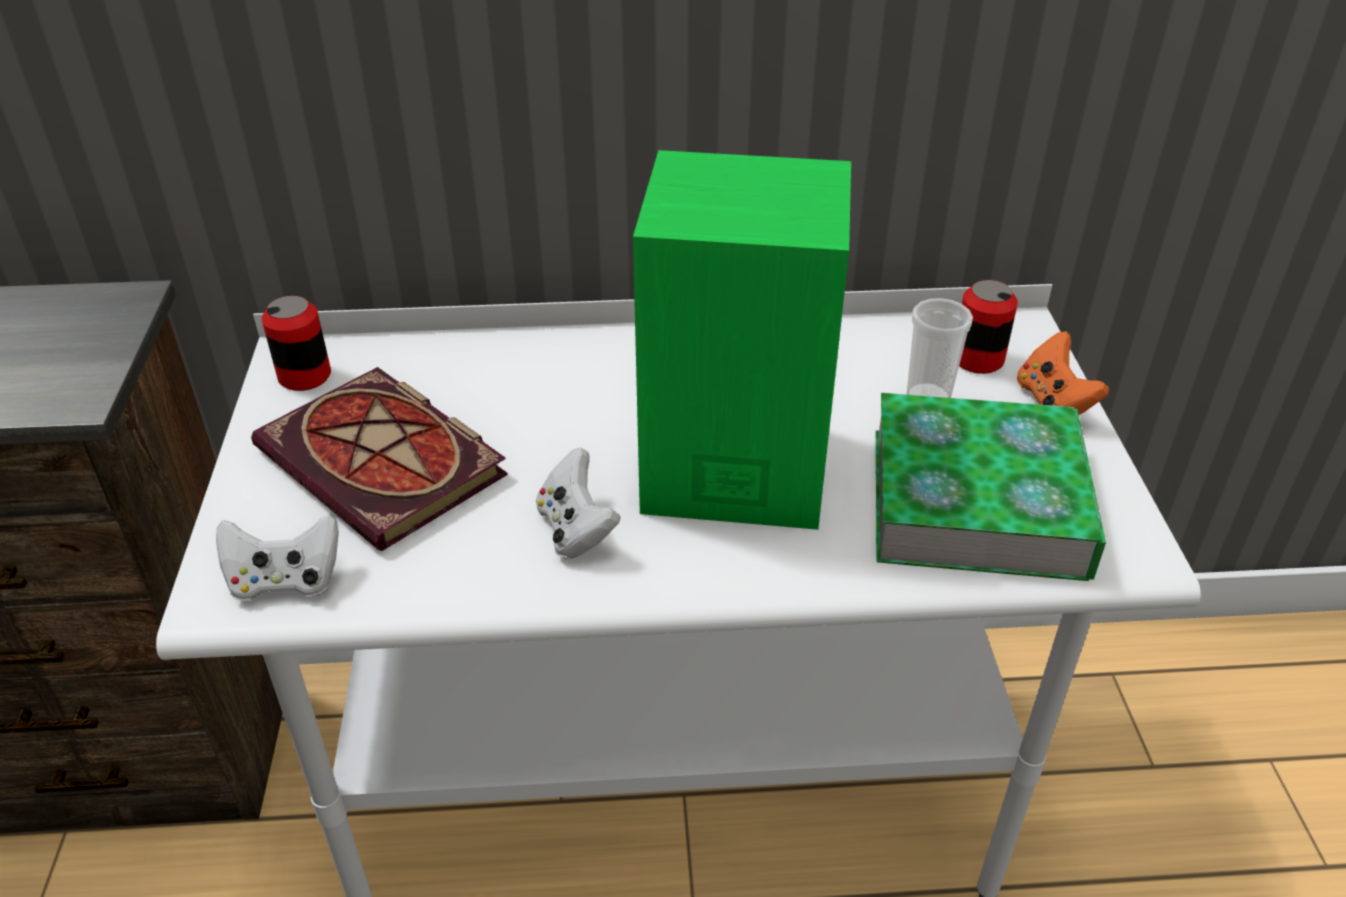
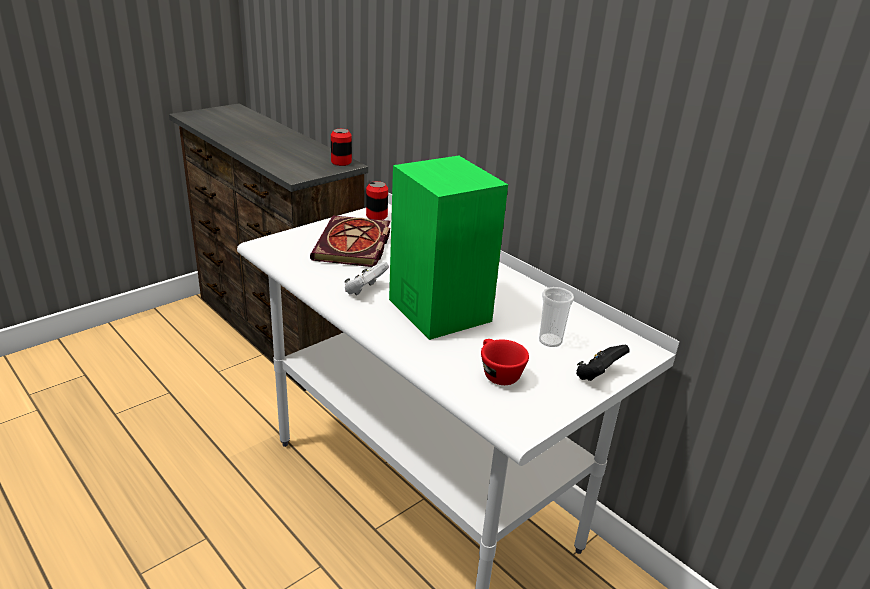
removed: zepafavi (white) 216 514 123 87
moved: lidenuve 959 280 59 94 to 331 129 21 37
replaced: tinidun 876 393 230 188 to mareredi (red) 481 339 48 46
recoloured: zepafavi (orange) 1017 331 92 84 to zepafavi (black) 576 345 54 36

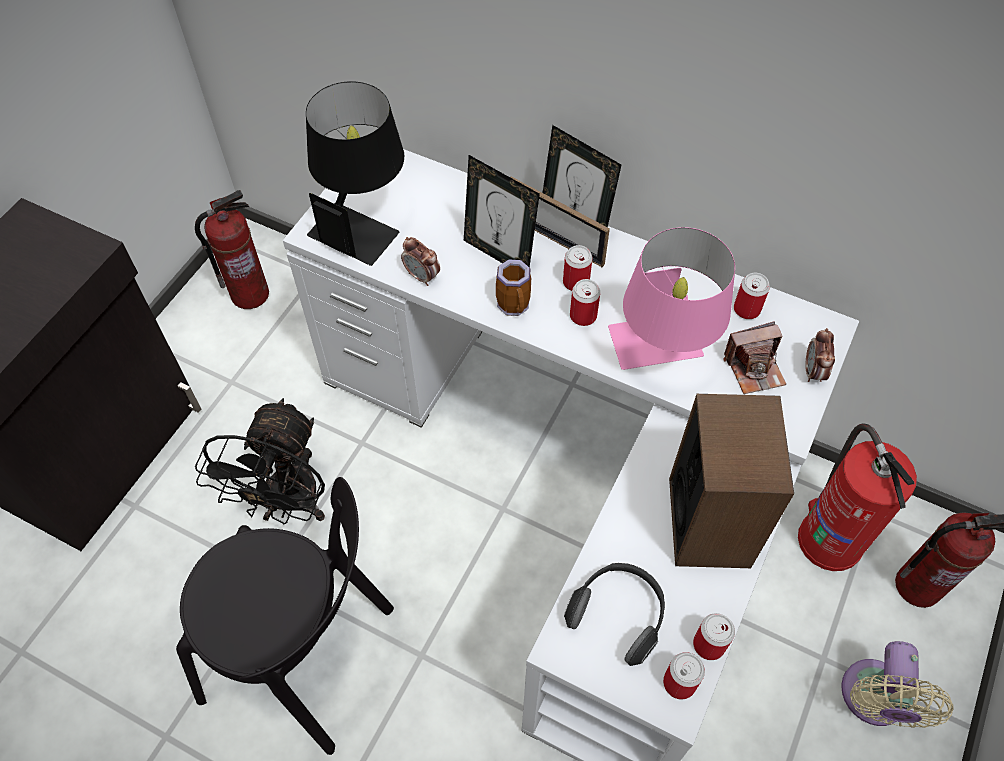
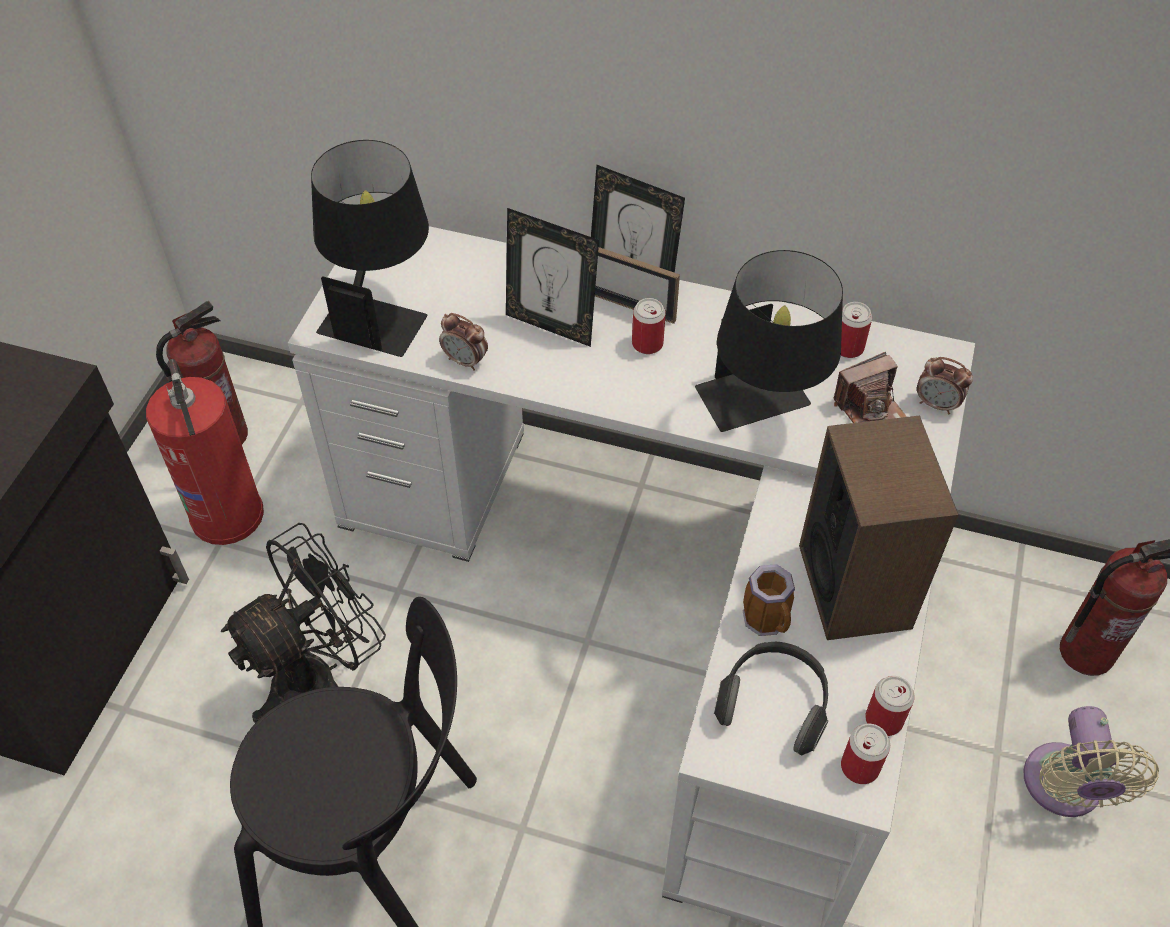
removed: lidenuve 570 279 30 47
moved: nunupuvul 496 259 35 57 to 743 564 52 72; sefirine 798 424 119 147 to 146 359 118 186
recoloured: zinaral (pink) 608 227 127 143 to zinaral (black) 695 250 148 182
turned: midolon 805 328 30 54 = 917 357 56 57 60 degrees counterclockwise; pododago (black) 195 398 130 127 = 221 523 165 200 135 degrees counterclockwise

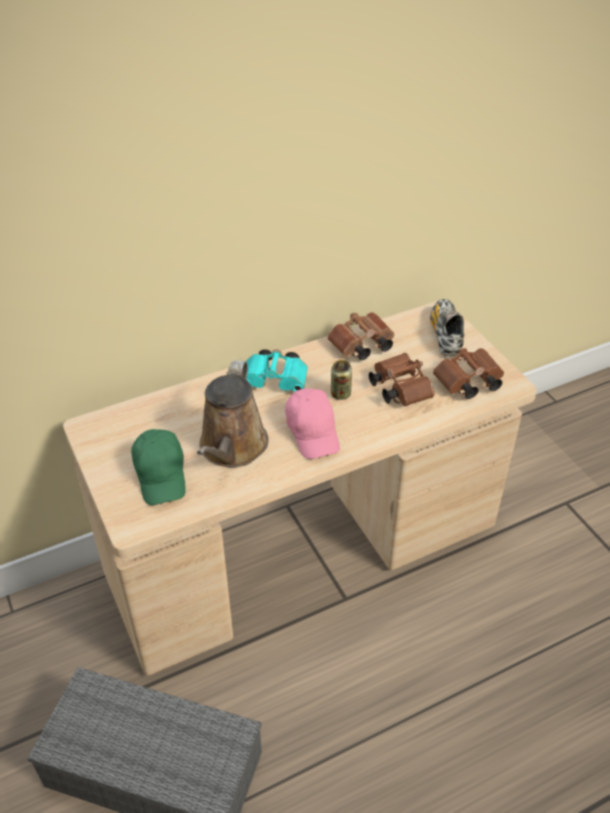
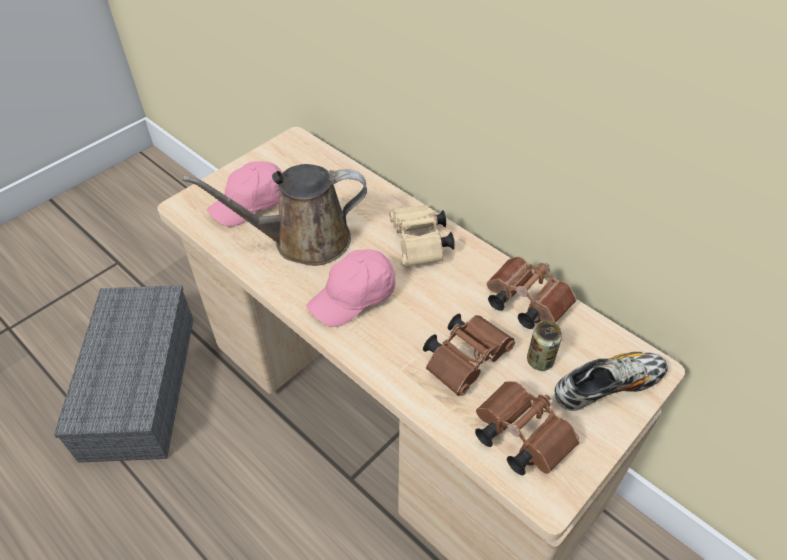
moved: lidenuve 331 360 21 40 to 527 321 35 50
recoloured: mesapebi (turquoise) 247 349 61 43 to mesapebi (beige) 389 204 66 63; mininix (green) 131 429 55 76 to mininix (pink) 207 161 76 66

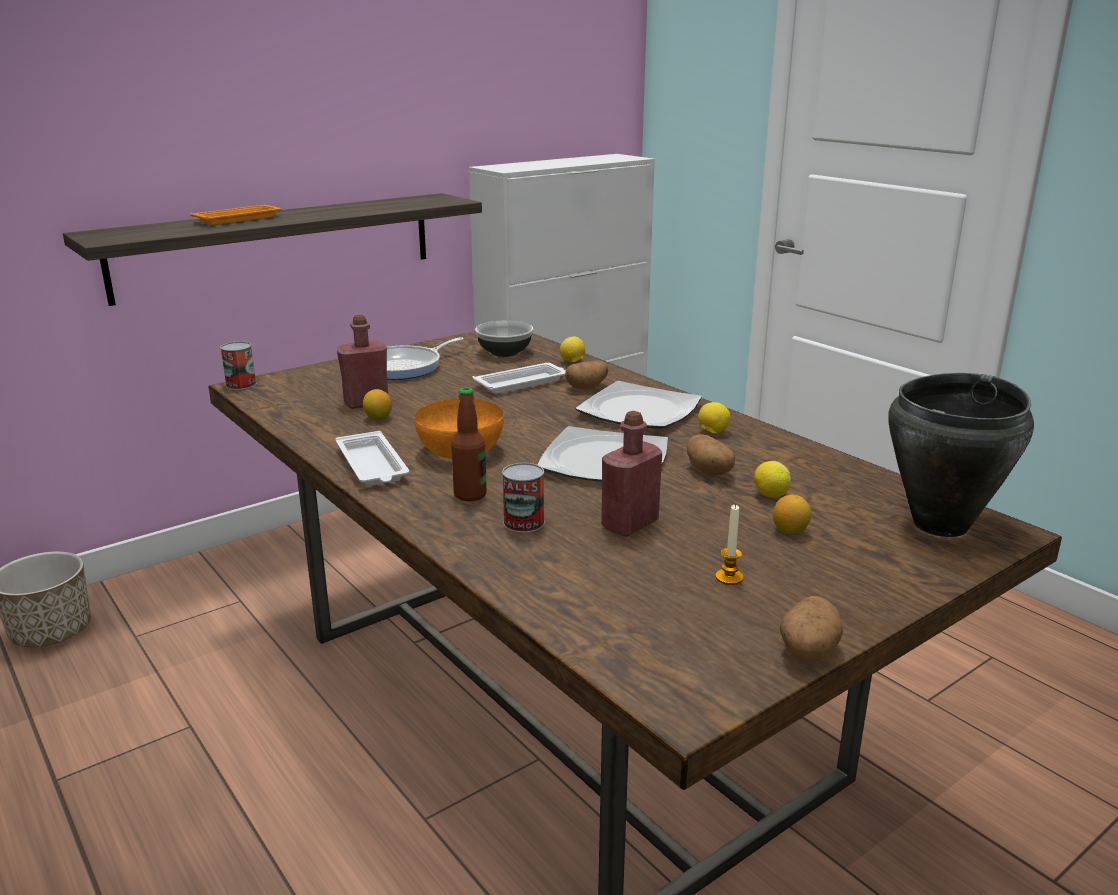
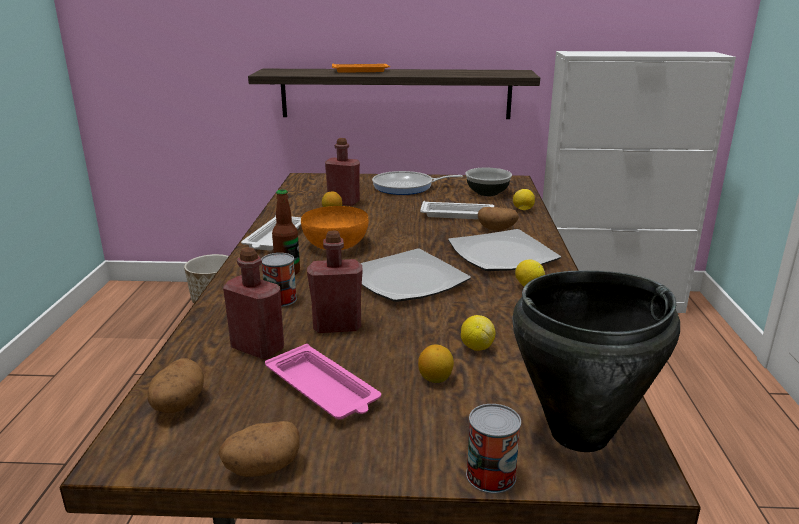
added: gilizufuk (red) 223 247 61 113
moved: lidenuve 220 341 37 49 to 466 404 55 90; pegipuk 687 434 48 41 to 147 358 57 55
replaced: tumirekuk 715 504 29 81 to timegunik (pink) 265 344 116 75

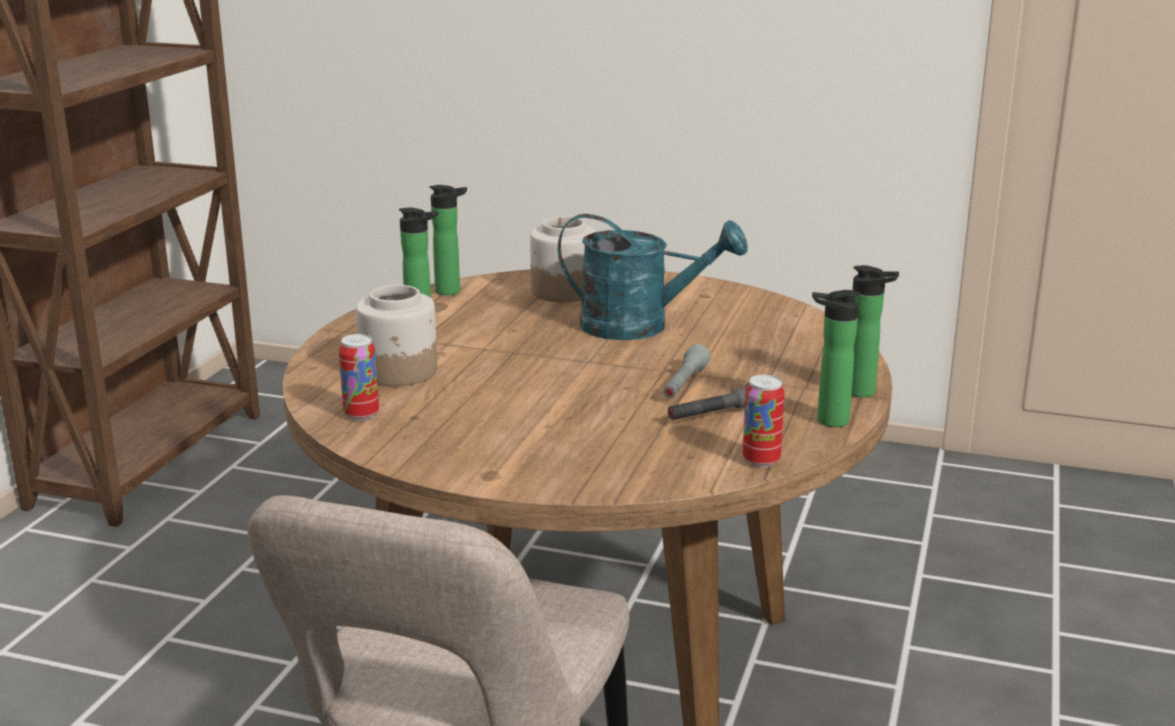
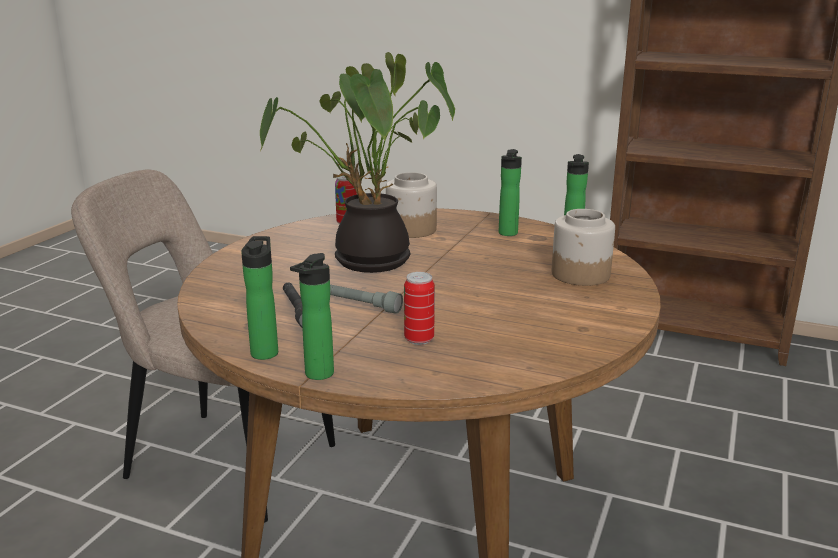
removed: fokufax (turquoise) 558 214 190 126
added: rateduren 260 52 195 221
moved: lidenuve 742 375 43 92 to 404 272 31 73

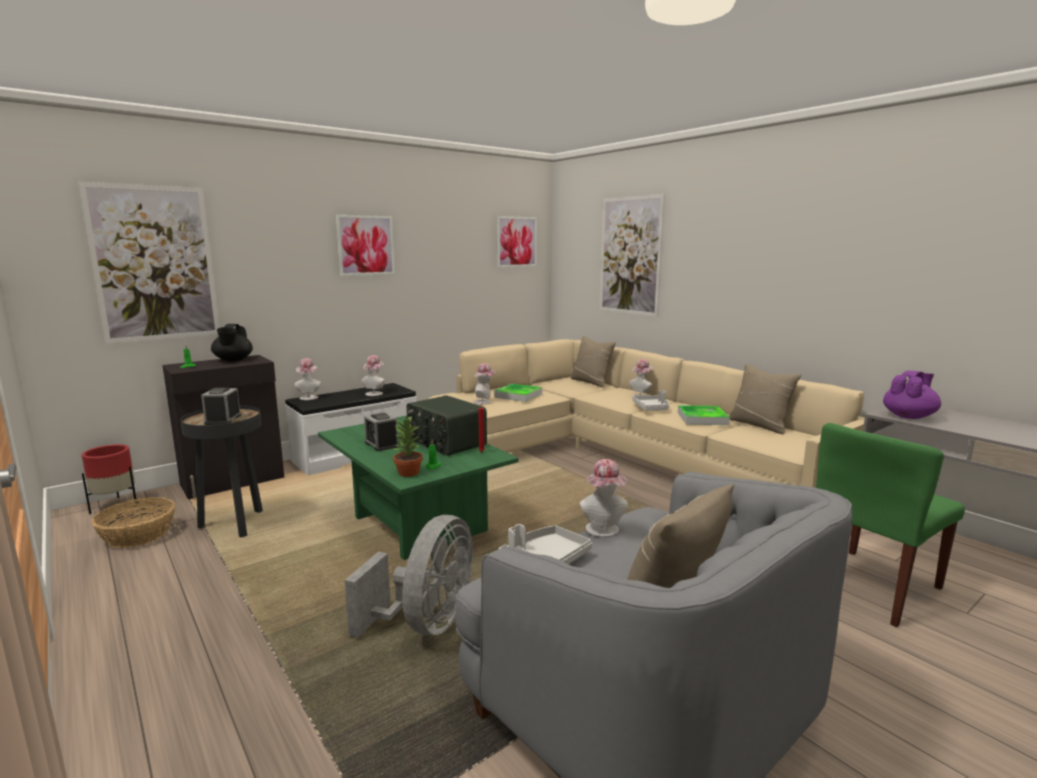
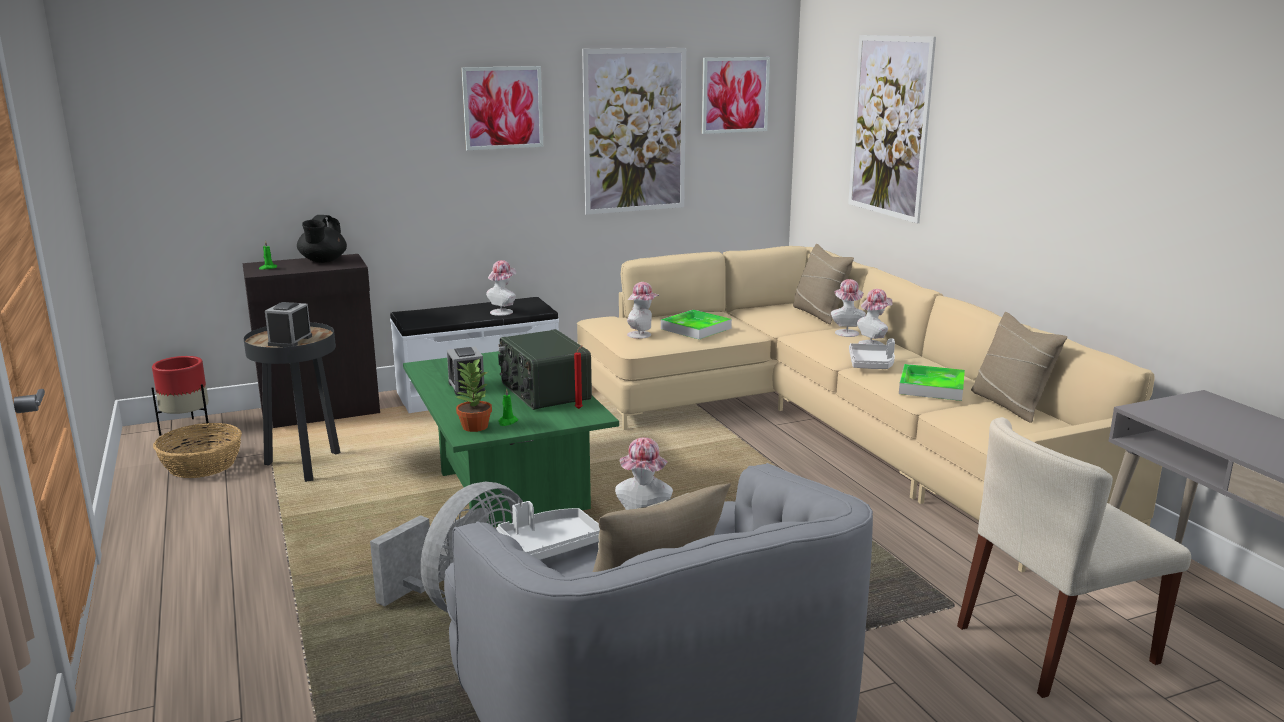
removed: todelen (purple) 883 371 58 48
moved: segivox 78 182 142 162 to 582 48 104 167; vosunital 294 358 27 42 to 831 279 35 58
recoloured: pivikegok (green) 816 423 149 204 to pivikegok (beige) 957 417 234 281

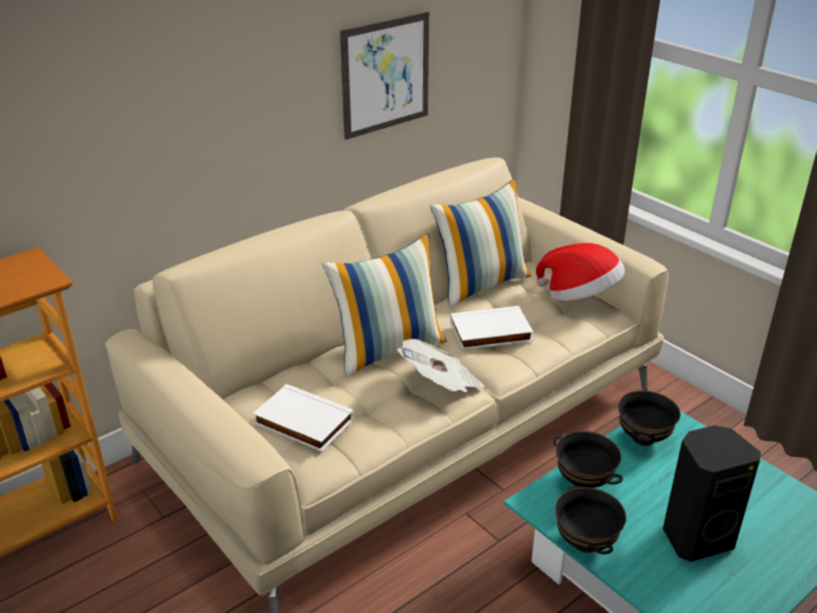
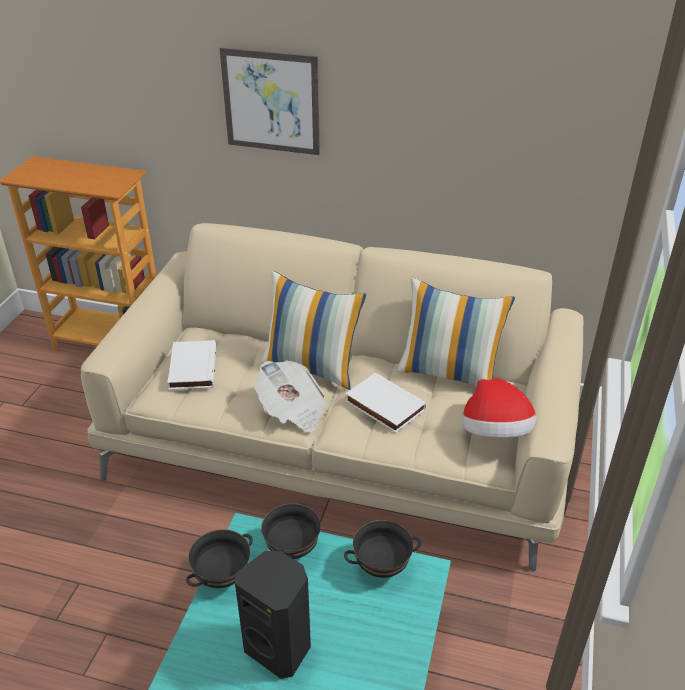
moved: segivox 340 12 89 128 to 220 47 100 108

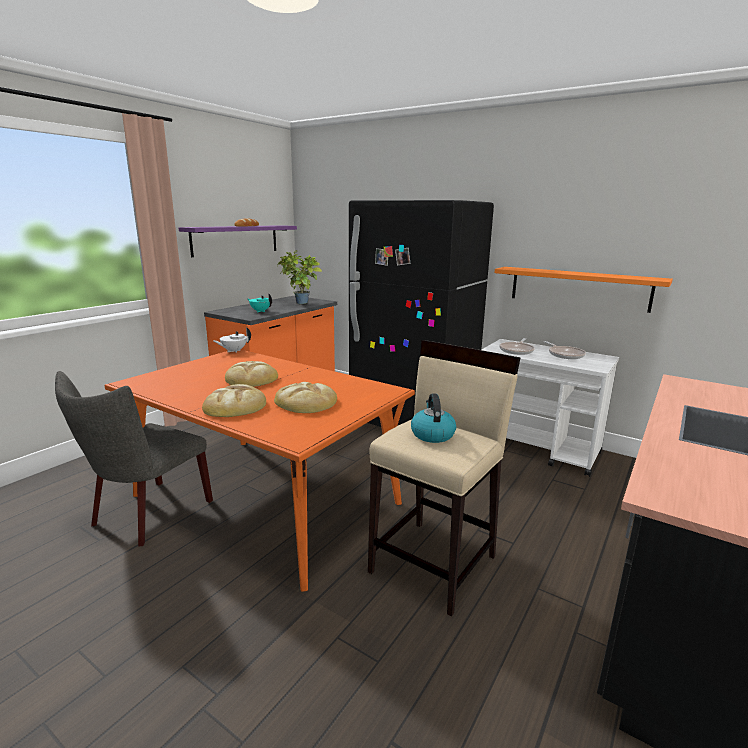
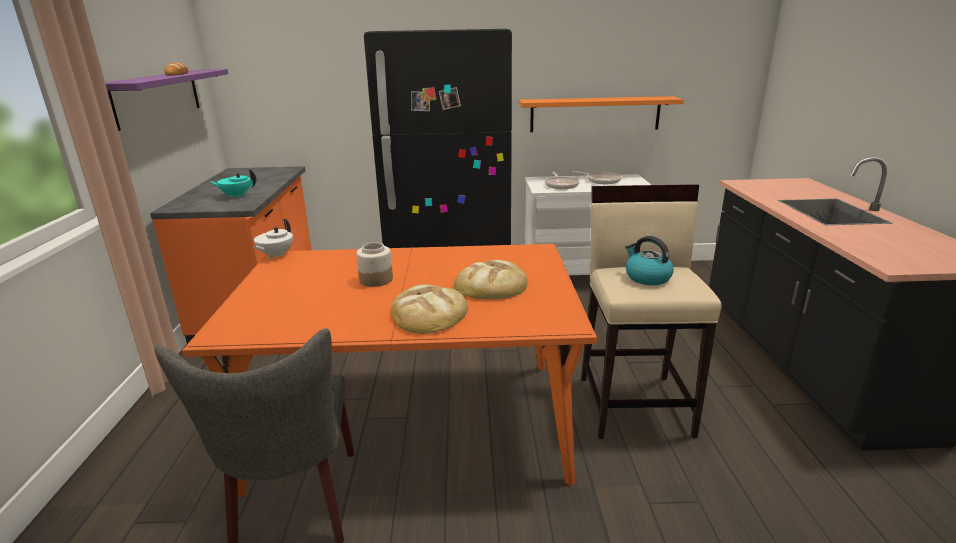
removed: rateduren 277 250 45 54
replaced: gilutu 225 361 53 26 to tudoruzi 356 242 37 45

